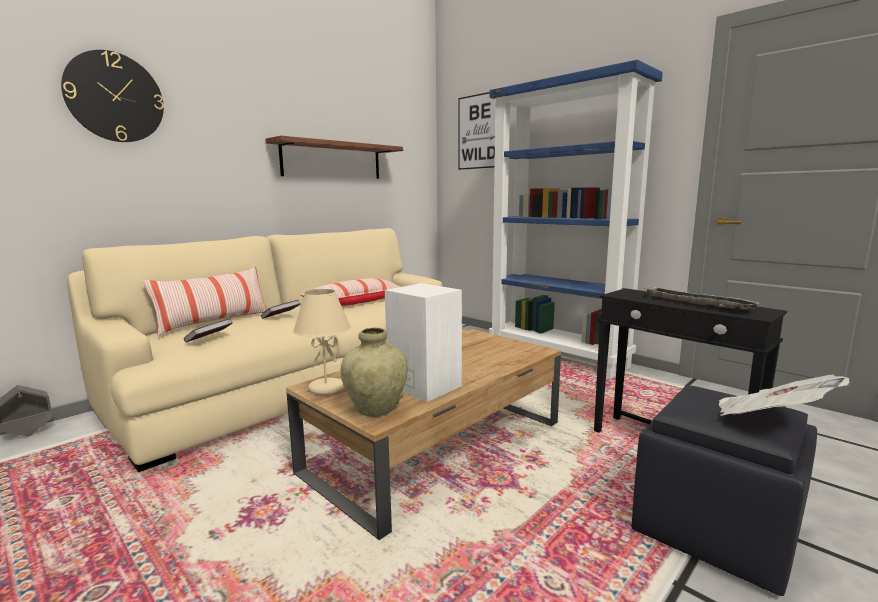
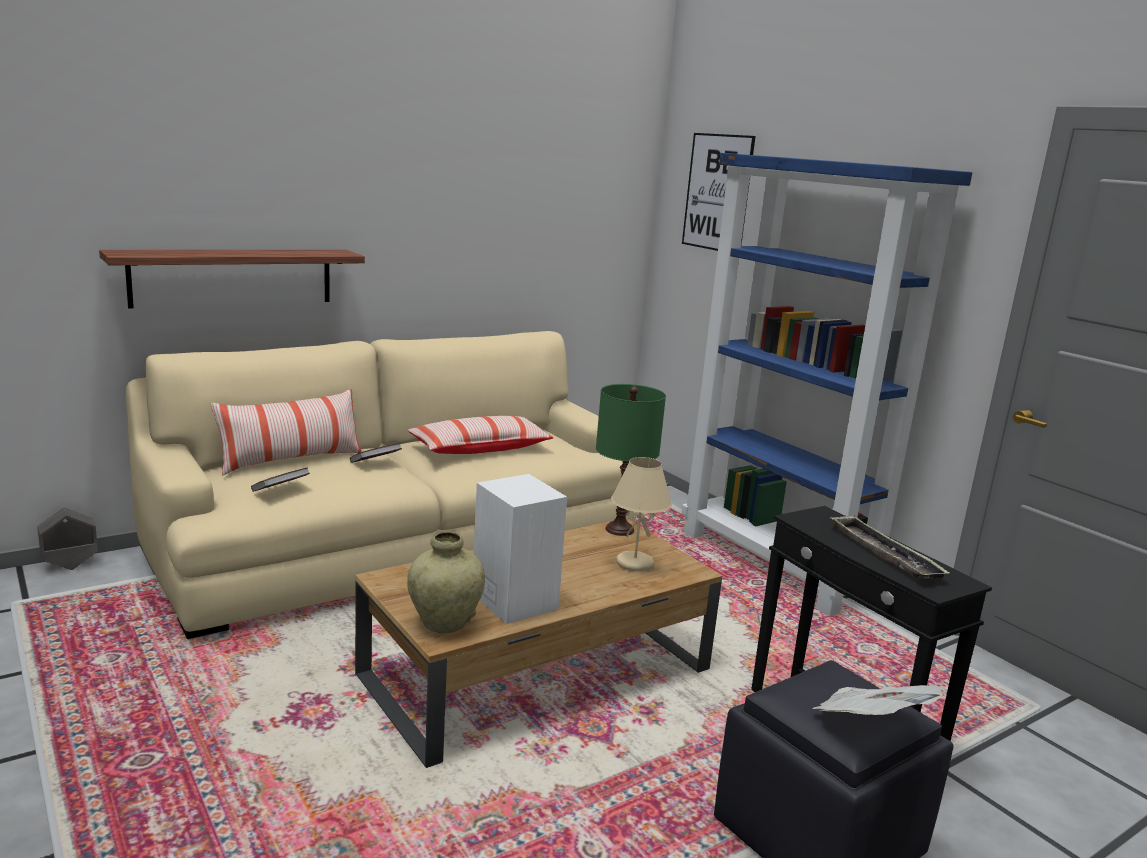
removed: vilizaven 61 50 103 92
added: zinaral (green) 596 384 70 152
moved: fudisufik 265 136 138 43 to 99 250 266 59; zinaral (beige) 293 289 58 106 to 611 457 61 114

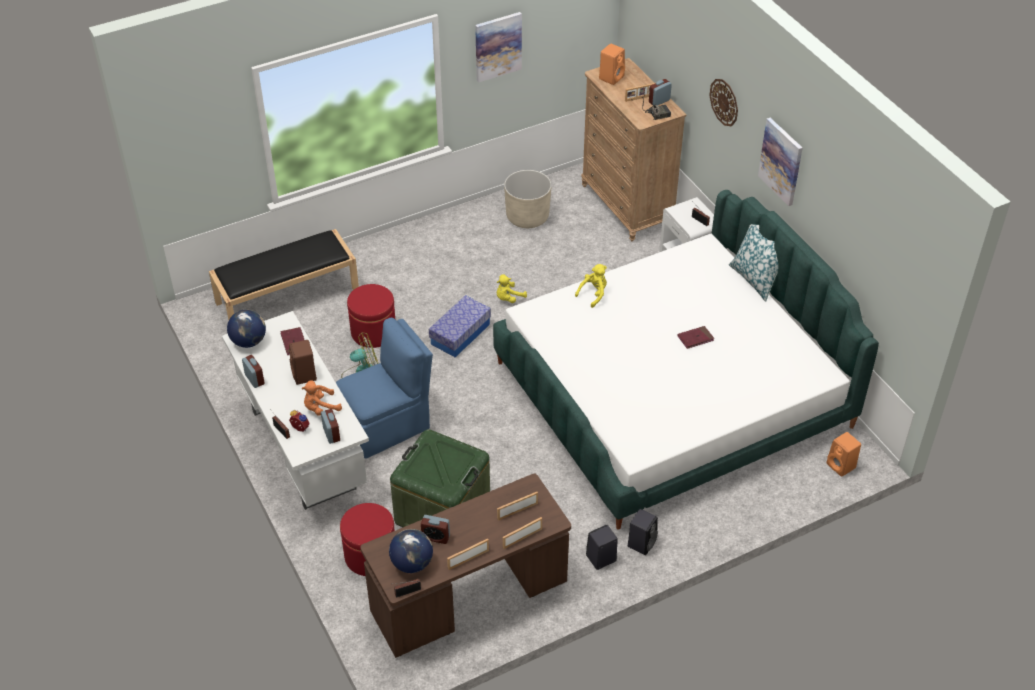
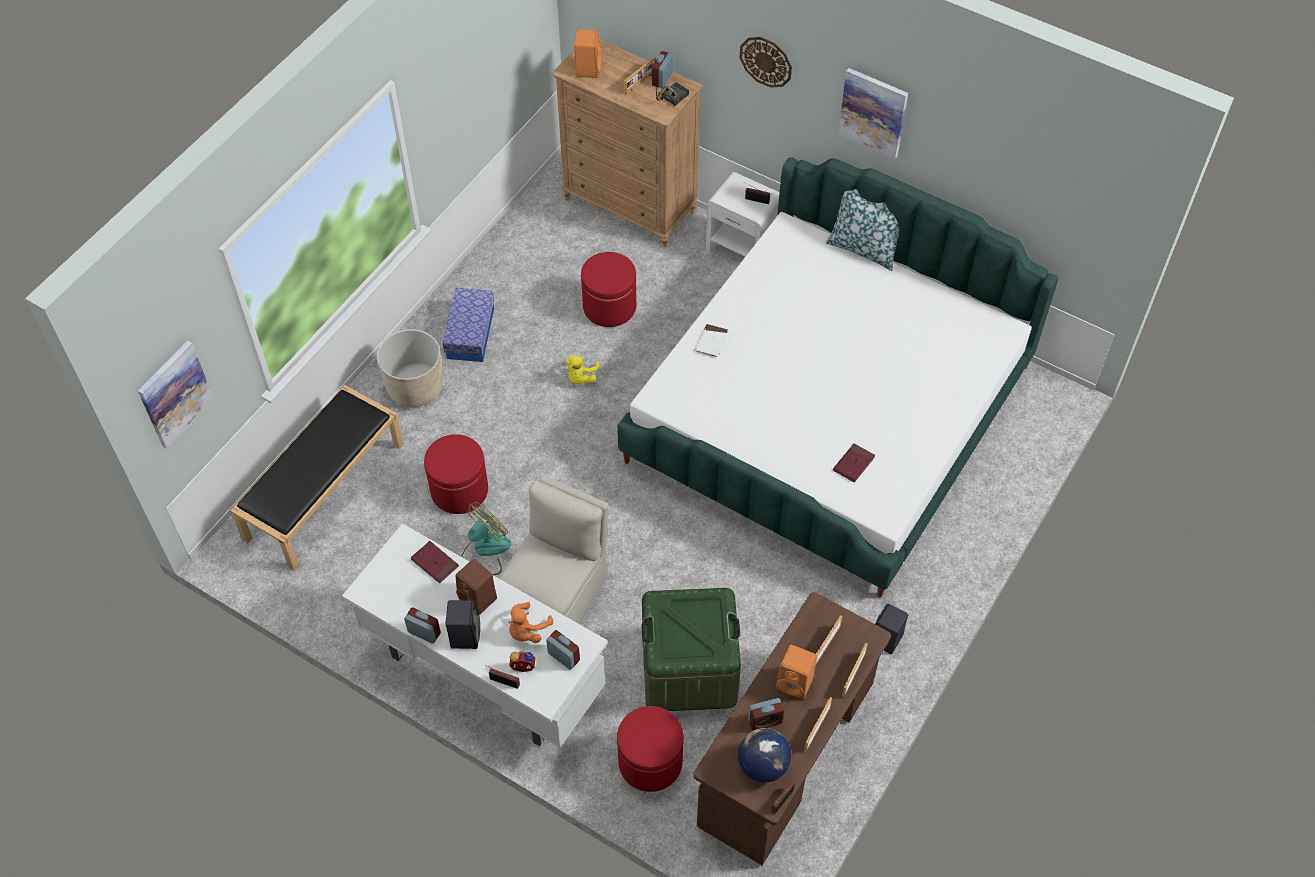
removed: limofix 227 310 39 38
added: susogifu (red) 581 252 55 75
moved: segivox 475 12 47 71 to 138 341 76 108; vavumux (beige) 504 170 48 58 to 377 329 66 78; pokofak 429 295 62 62 to 443 288 51 74; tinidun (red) 677 326 37 23 to 833 444 42 39; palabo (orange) 827 432 34 45 to 776 645 40 54; palabo (black) 628 509 30 46 to 445 600 35 49
replaced: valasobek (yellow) 575 264 32 44 to tinidun (white) 694 324 35 34
recoloured: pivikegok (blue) 336 318 97 141 to pivikegok (beige) 498 475 111 149

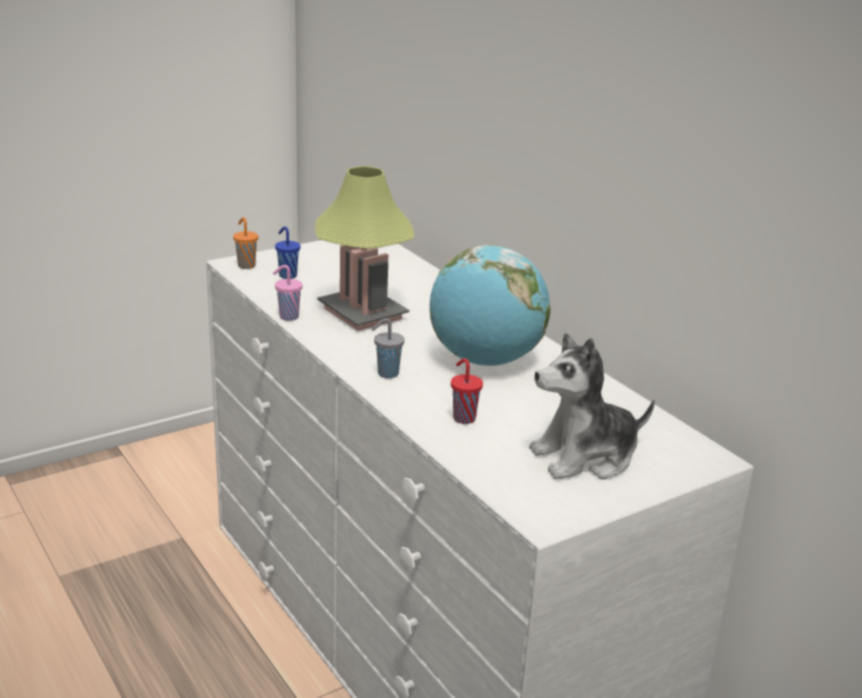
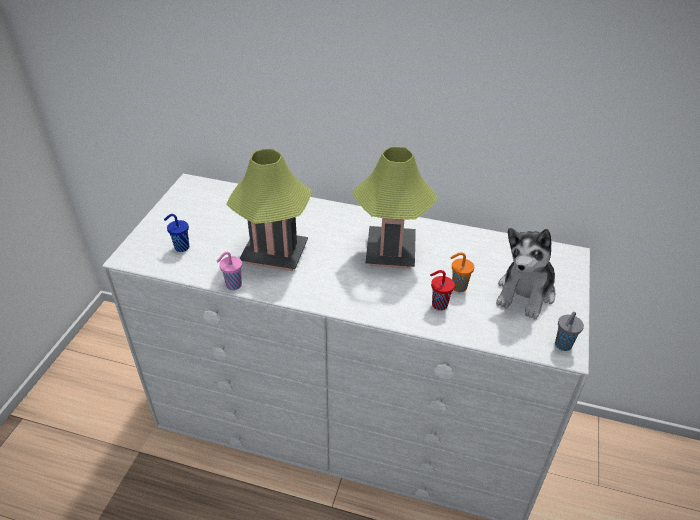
moved: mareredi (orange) 233 217 25 52 to 450 252 24 40; mareredi (grey) 372 318 33 60 to 555 312 29 39
replaced: limofix 430 245 121 121 to zinaral 352 147 86 122

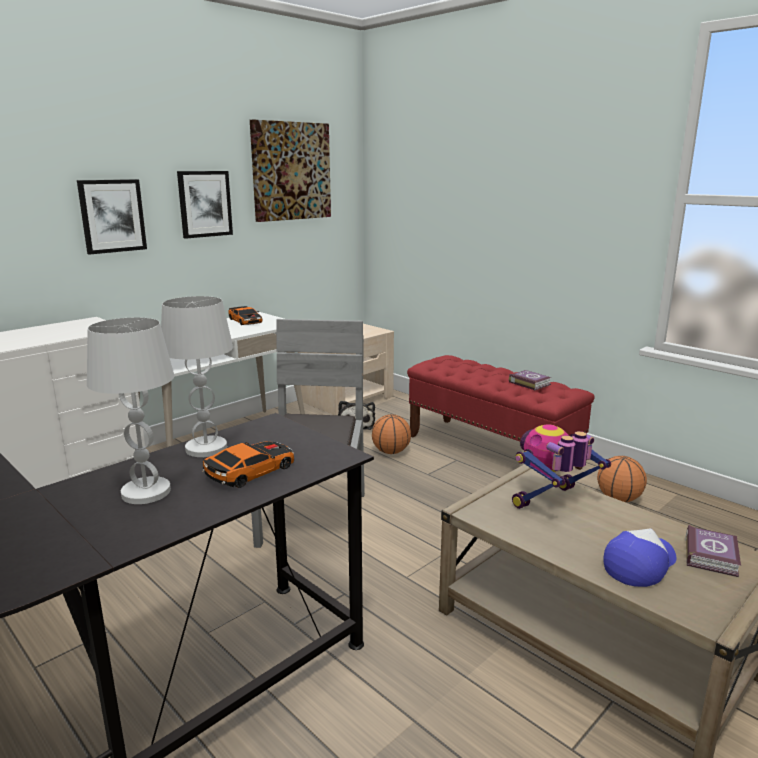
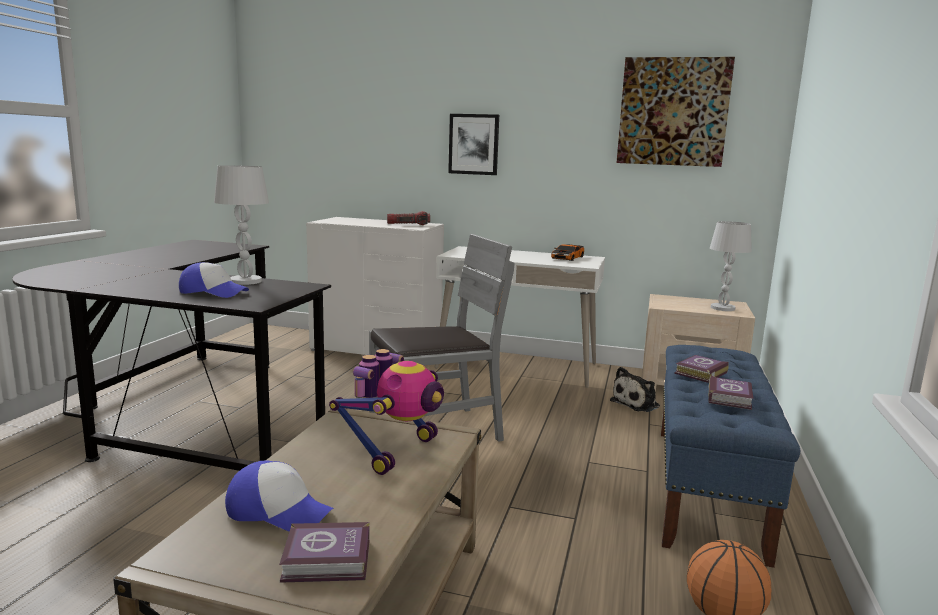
removed: segivox 177 171 56 68; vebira 372 414 39 40
added: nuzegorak 387 211 43 14; tinidun 674 355 55 28
moved: zinaral (white) 87 317 87 187 to 710 221 42 90
replaced: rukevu 202 441 93 47 to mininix 179 262 70 36
recoloured: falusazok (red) 407 355 188 115 to falusazok (blue) 661 345 139 223
turned: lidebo 512 424 99 85 = 329 349 115 126 90 degrees clockwise

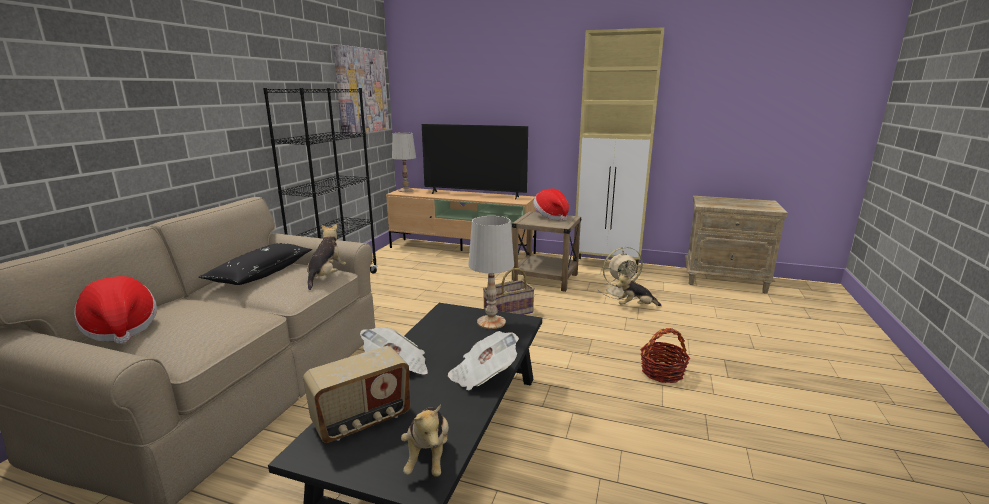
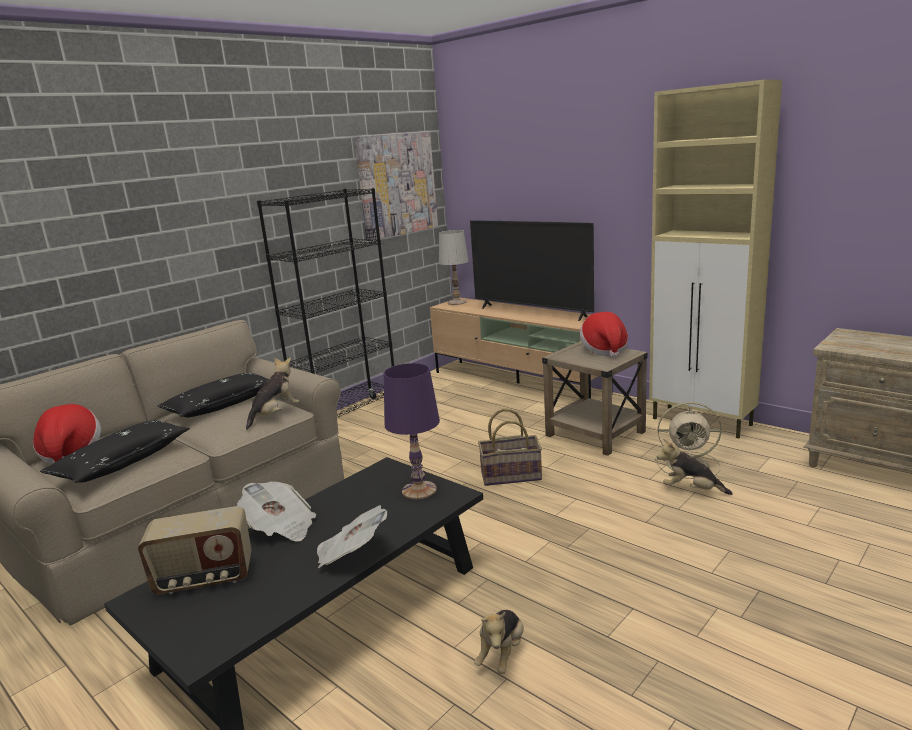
removed: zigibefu 640 328 50 55
added: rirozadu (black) 40 420 150 63
moved: valasobek 401 404 48 73 to 474 610 50 64
recoloured: zinaral (white) 468 216 46 113 to zinaral (purple) 384 363 56 136

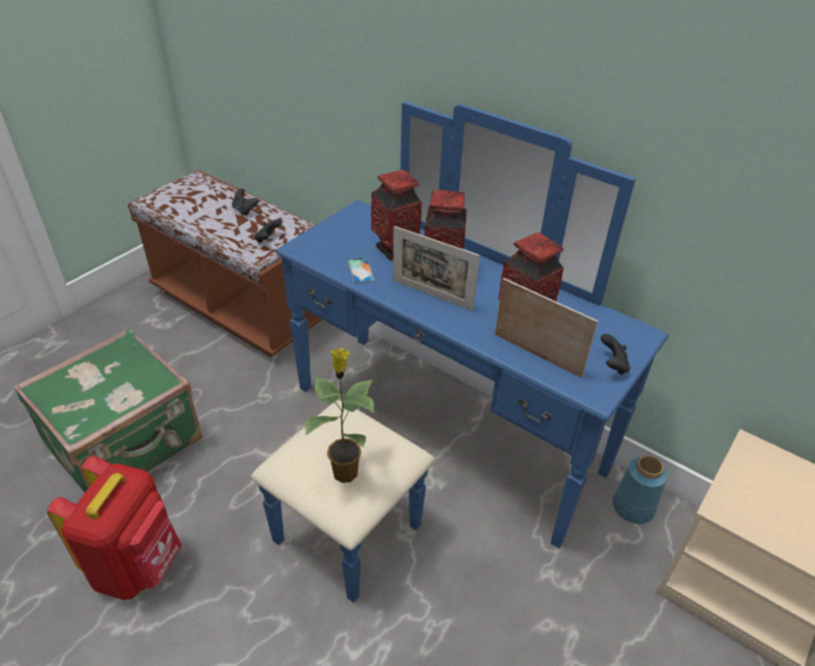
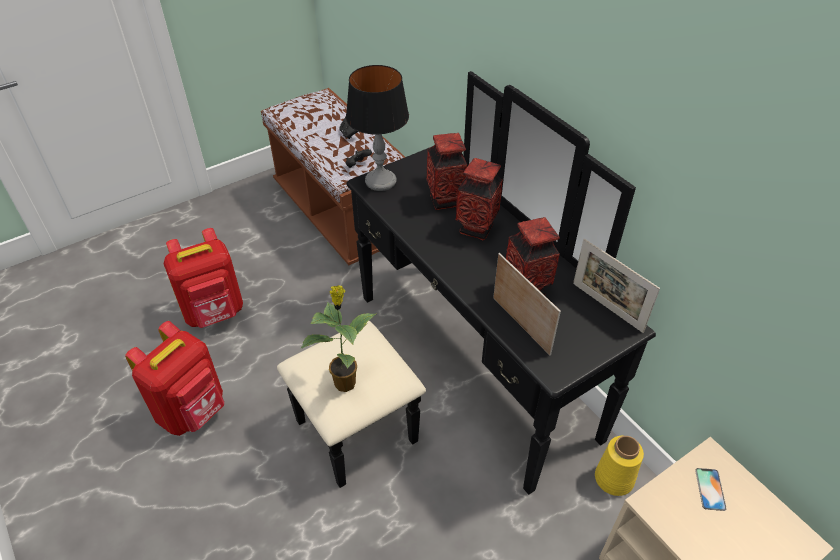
removed: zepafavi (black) 600 334 30 41
added: zinaral 346 65 63 126
moved: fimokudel 393 226 87 85 to 573 238 87 95; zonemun 348 257 27 27 to 695 468 32 43
replaced: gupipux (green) 13 328 189 165 to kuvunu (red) 164 228 79 100
recoloured: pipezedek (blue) 251 101 418 502 to pipezedek (black) 277 71 379 424; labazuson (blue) 613 455 54 69 to labazuson (yellow) 595 436 49 60

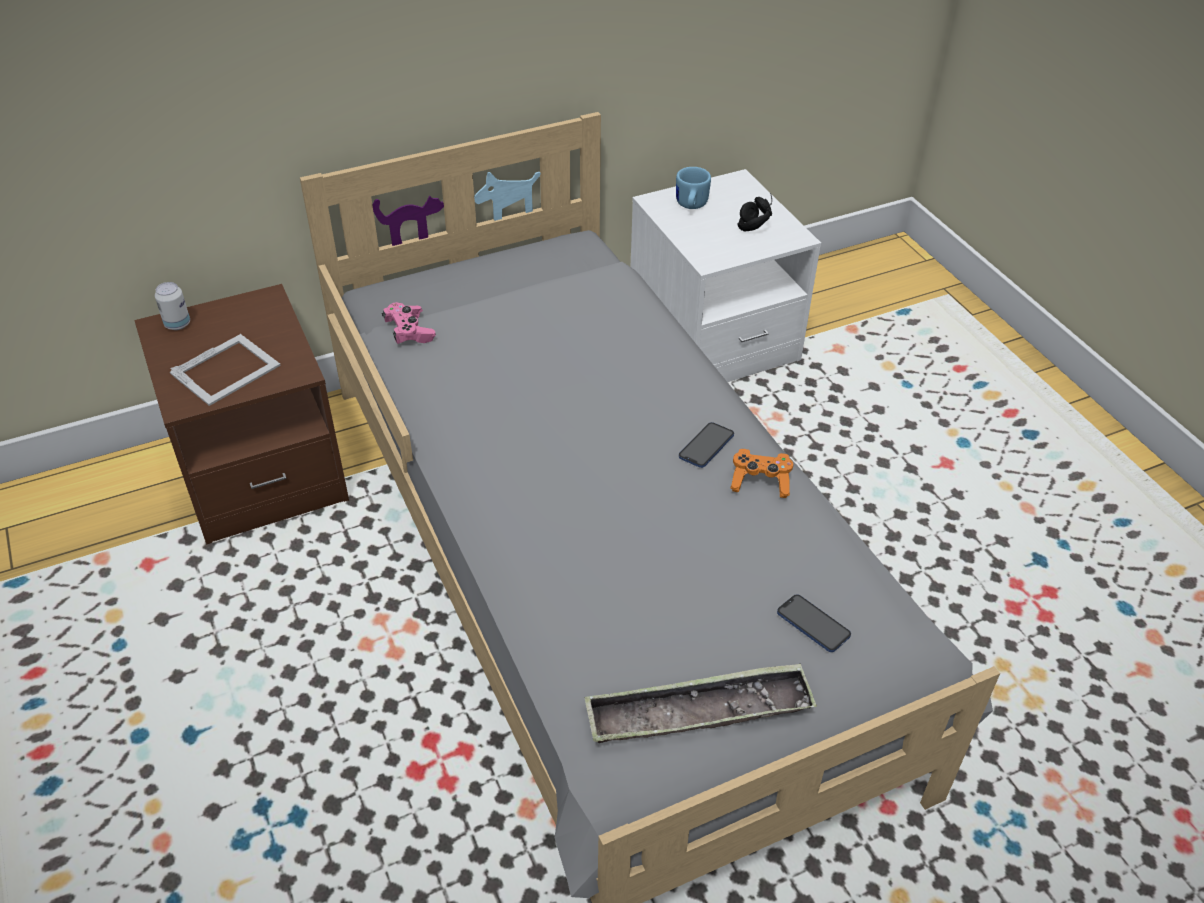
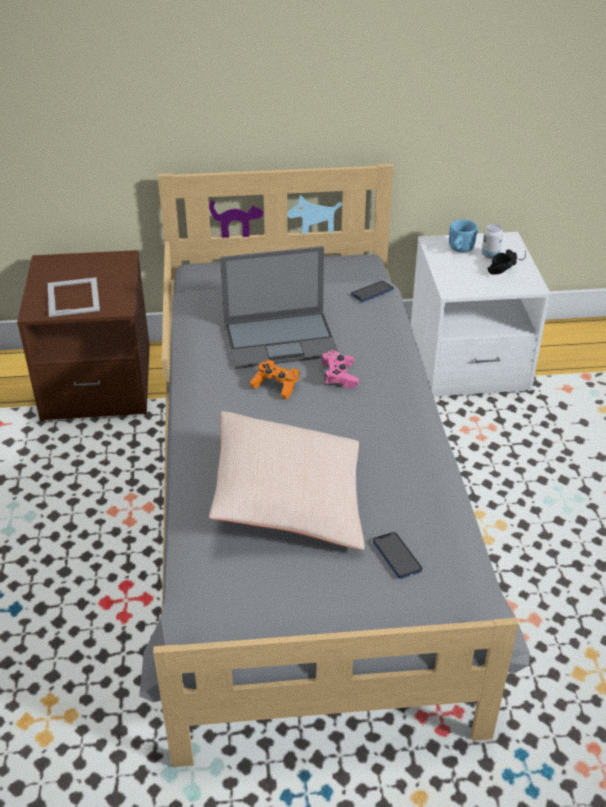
removed: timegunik 584 663 233 80
added: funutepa 220 246 118 123; rirozadu (beige) 209 411 156 139
moved: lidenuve 155 282 35 48 to 481 224 22 35; zepafavi (pink) 382 302 54 42 to 321 351 38 37; zonemun 679 422 55 46 to 351 281 43 21; zepafavi (orange) 730 449 63 49 to 250 360 50 39
turned: fimokudel 170 334 111 72 = 48 277 52 40 75 degrees counterclockwise

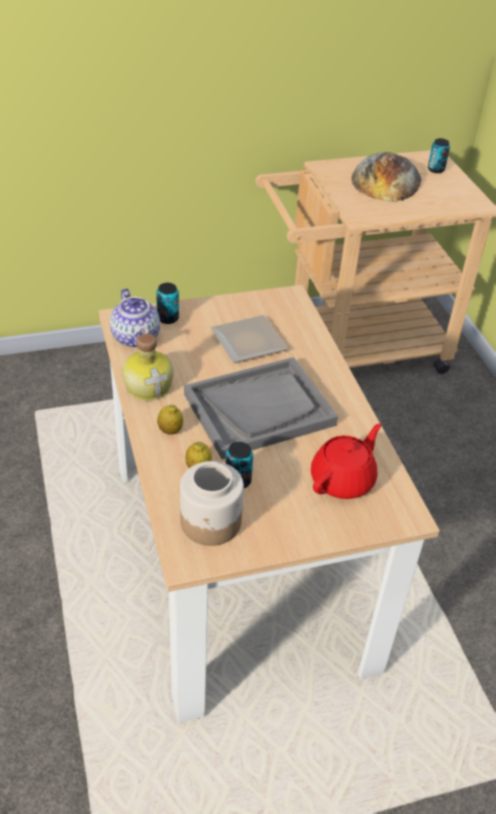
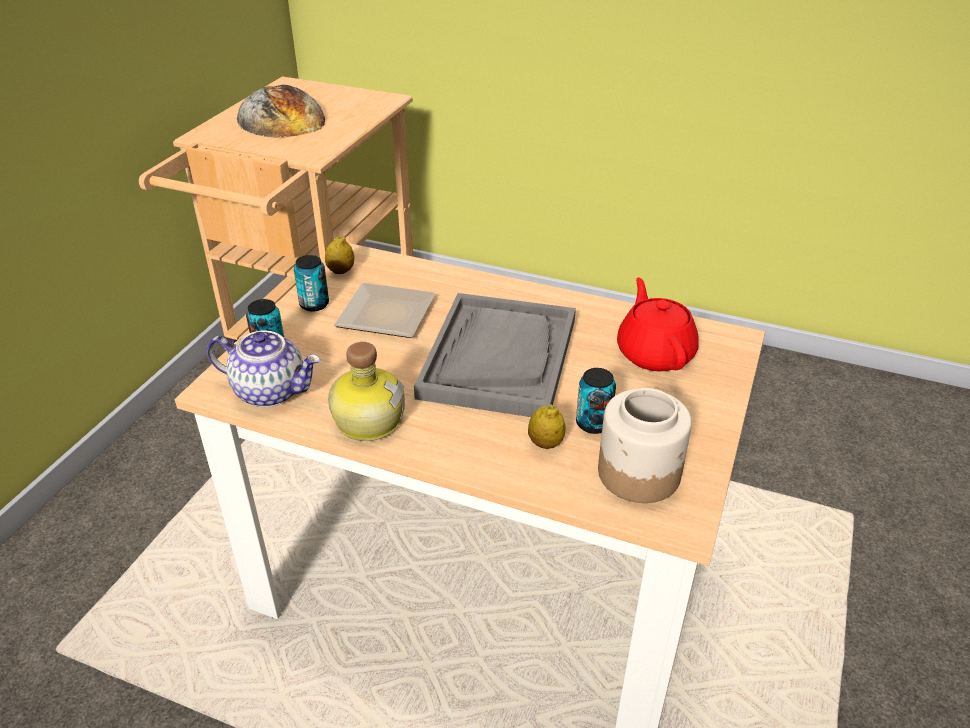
moved: lidenuve 428 138 22 35 to 294 255 35 56; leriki 157 404 26 31 to 325 236 29 38

